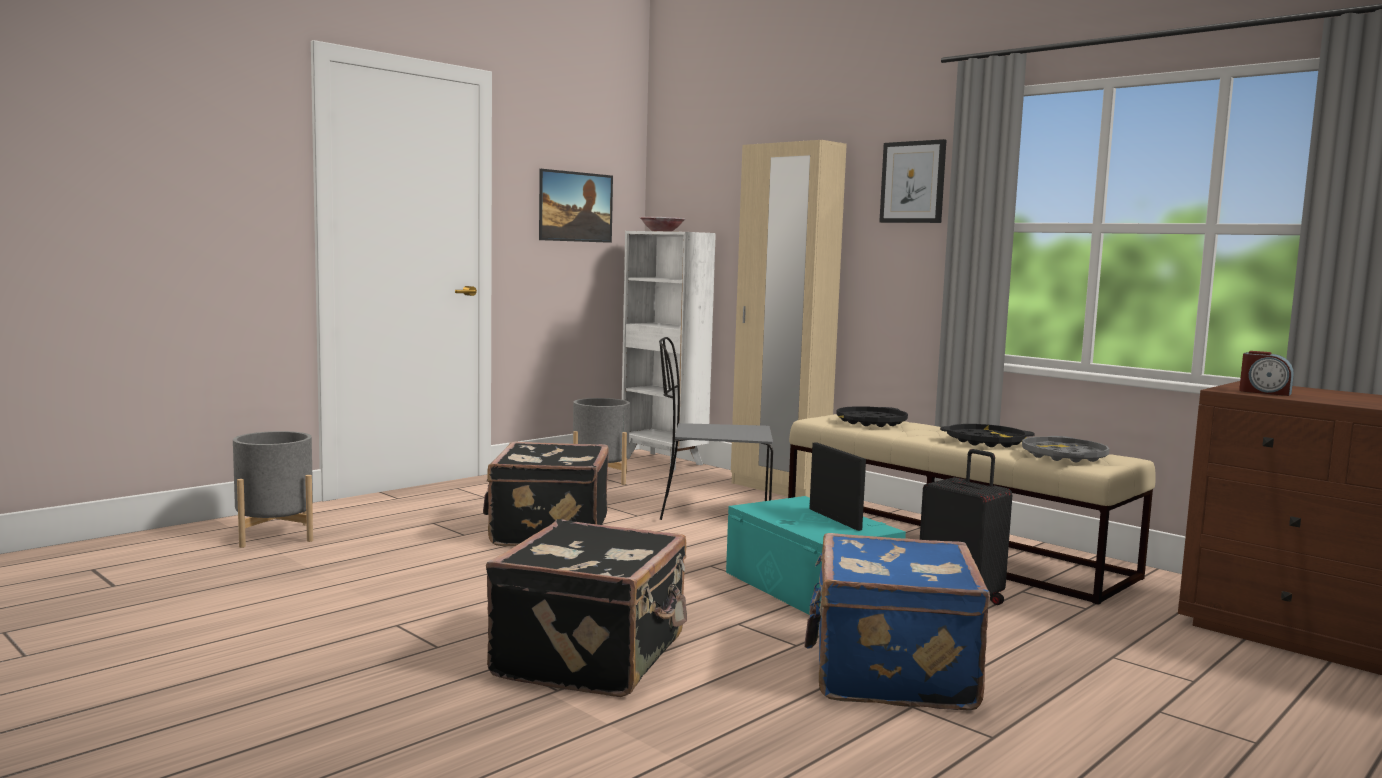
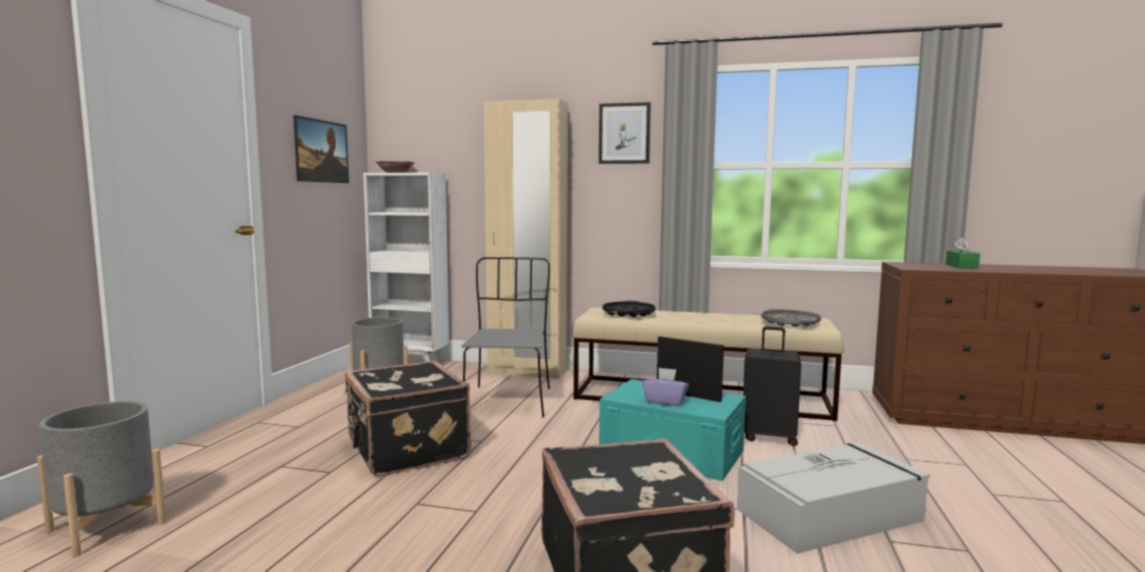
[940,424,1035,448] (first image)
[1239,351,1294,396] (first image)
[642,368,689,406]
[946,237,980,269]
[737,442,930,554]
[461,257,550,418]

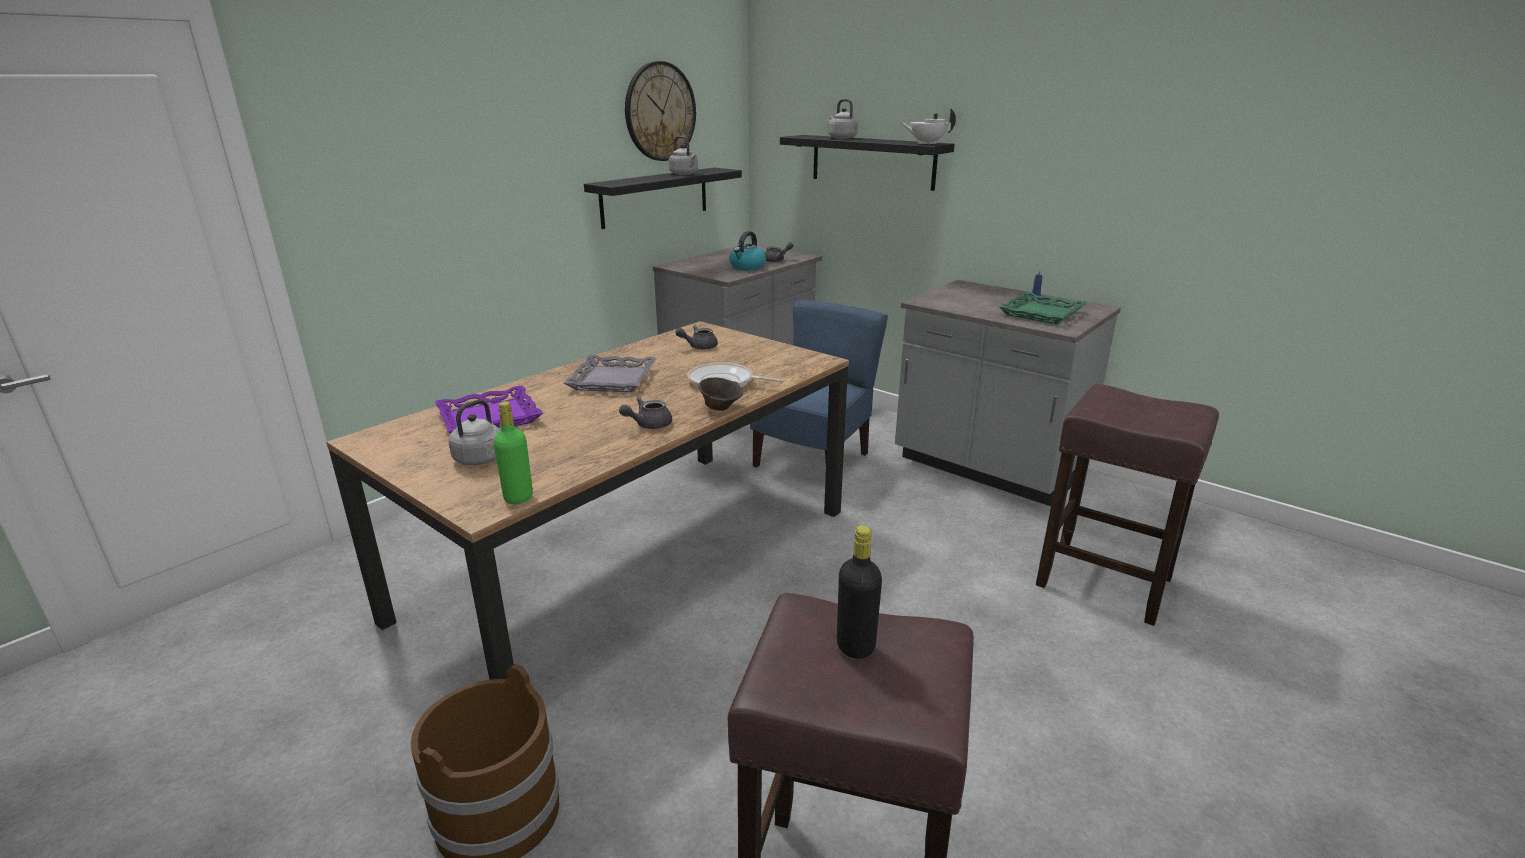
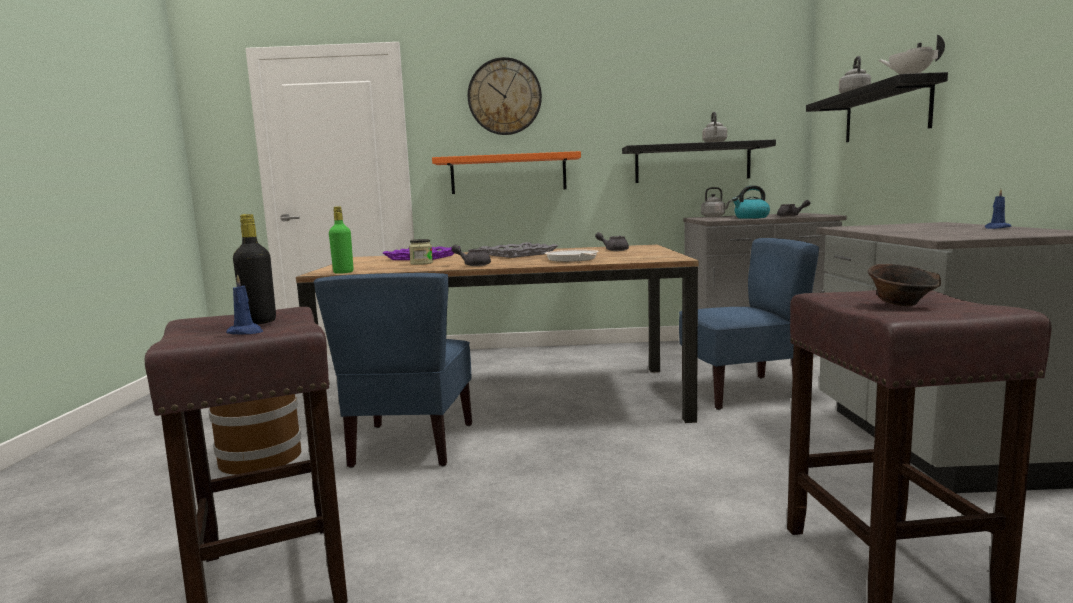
[999,292,1087,324] (first image)
[226,274,263,334]
[314,273,472,468]
[409,239,433,265]
[432,151,581,194]
[701,187,732,217]
[468,57,542,135]
[868,264,941,306]

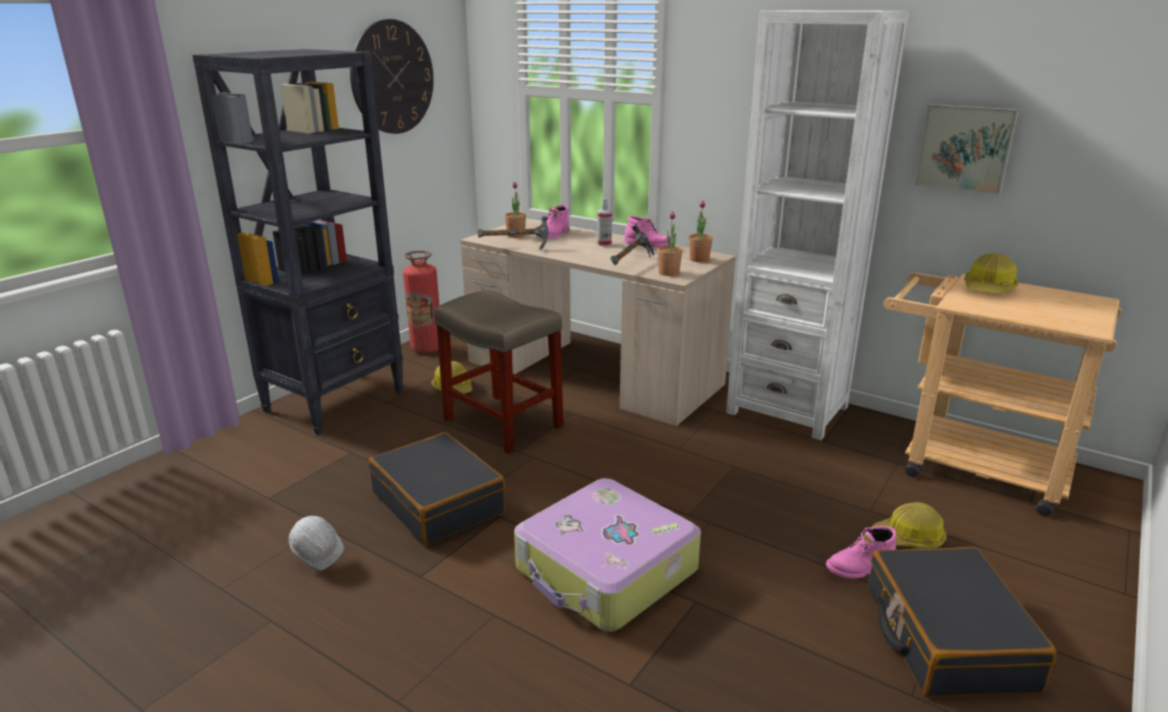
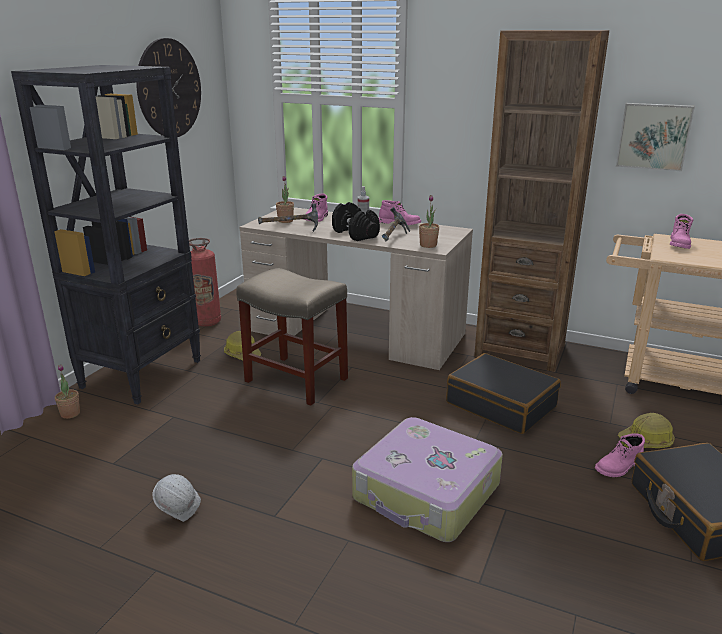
[332,202,380,241]
[446,353,561,434]
[55,364,80,419]
[670,214,693,249]
[474,30,609,372]

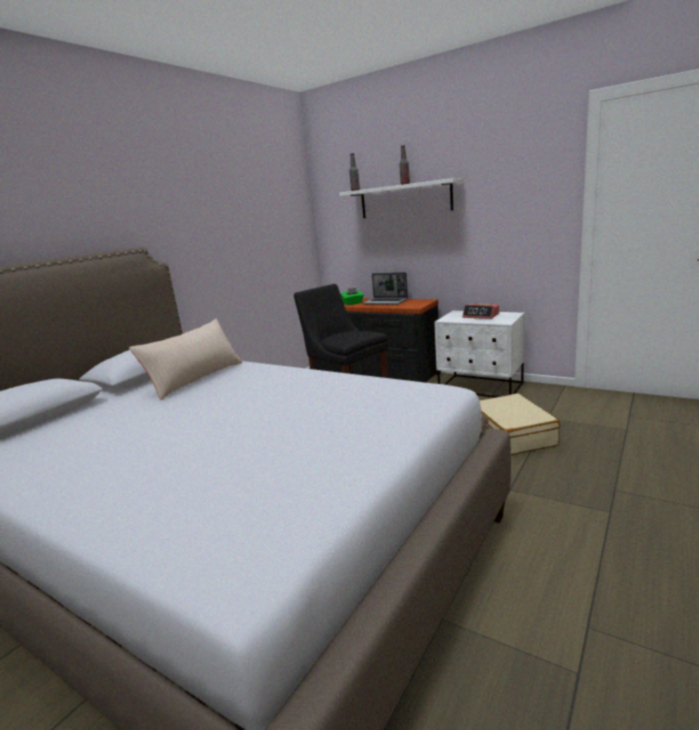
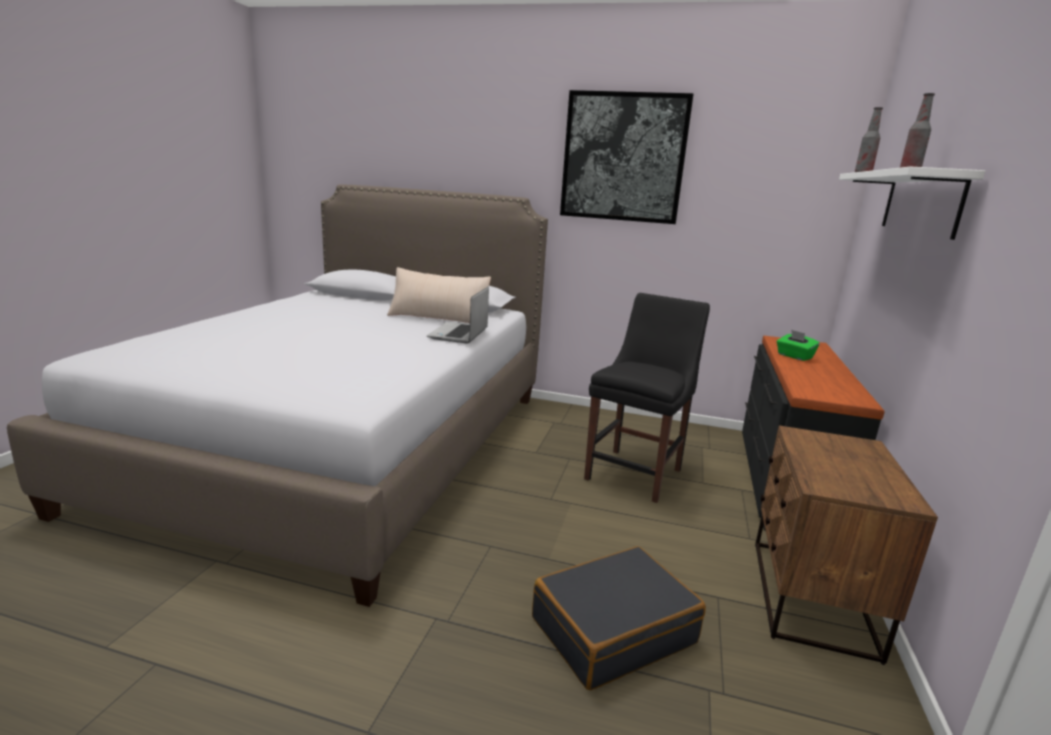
[463,304,499,319] (first image)
[560,90,694,224]
[427,286,489,344]
[755,425,938,665]
[532,546,706,690]

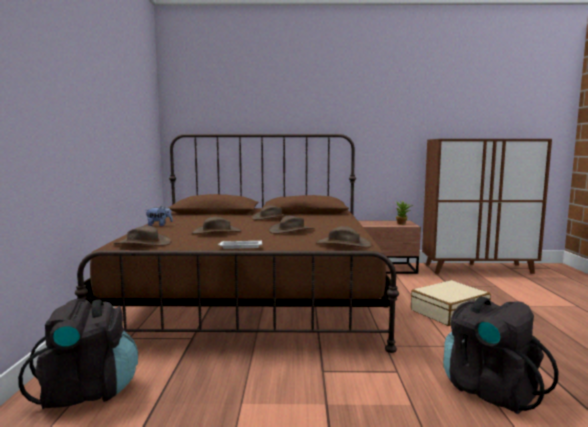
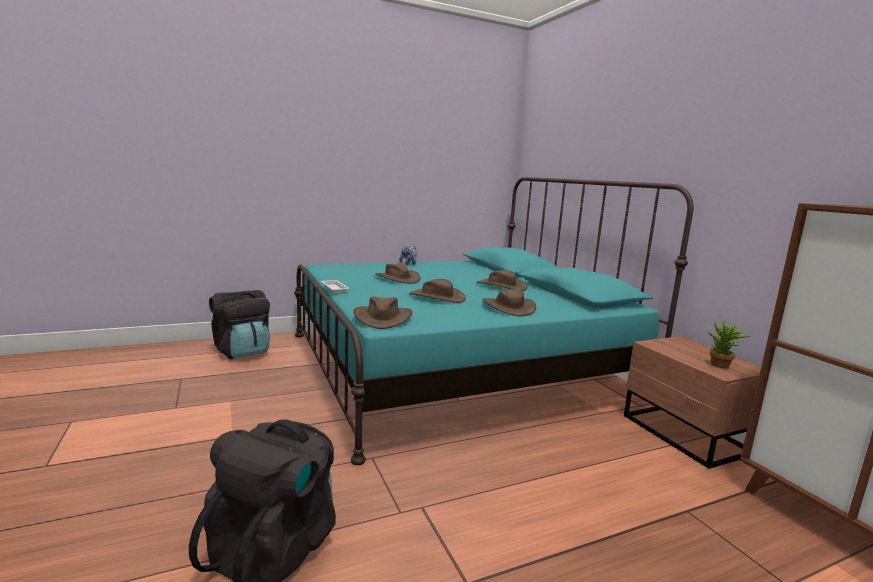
[411,280,491,326] (first image)
[483,289,536,316]
[294,177,693,465]

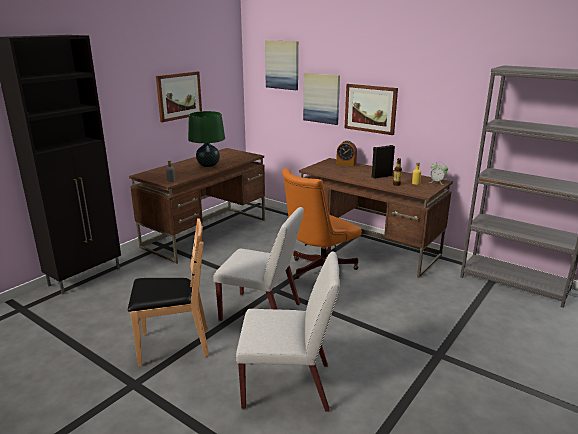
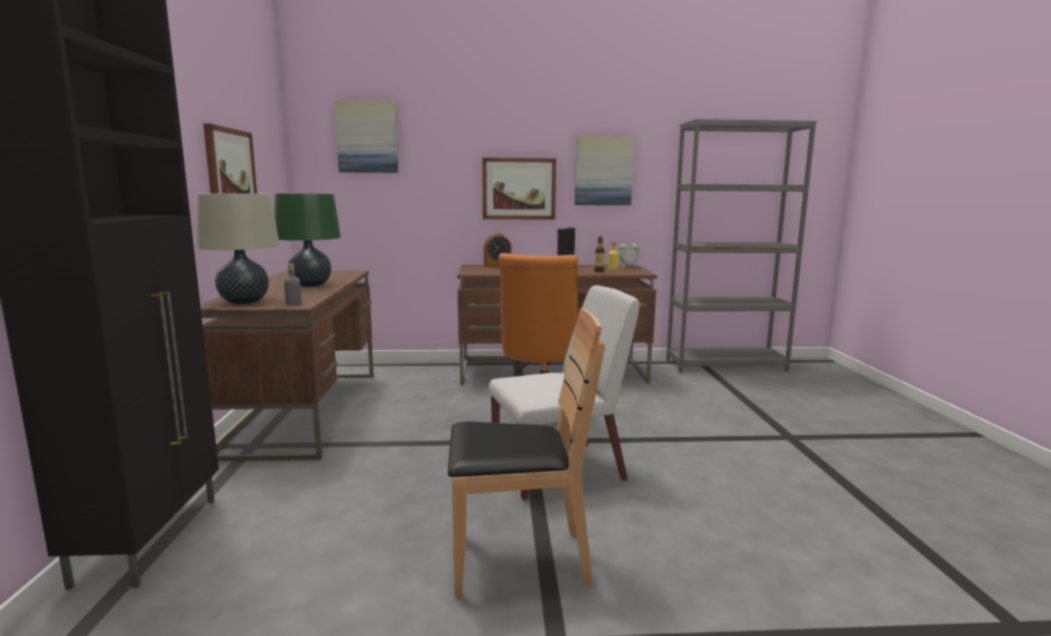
[236,251,340,412] (first image)
[196,194,280,304]
[575,136,634,205]
[448,308,605,598]

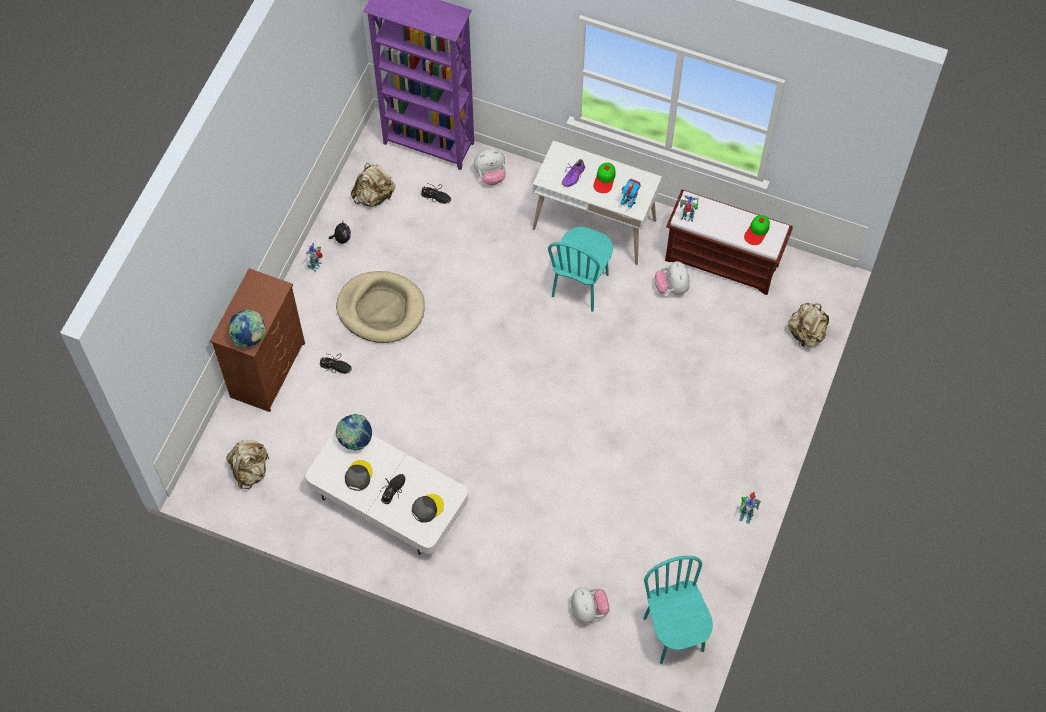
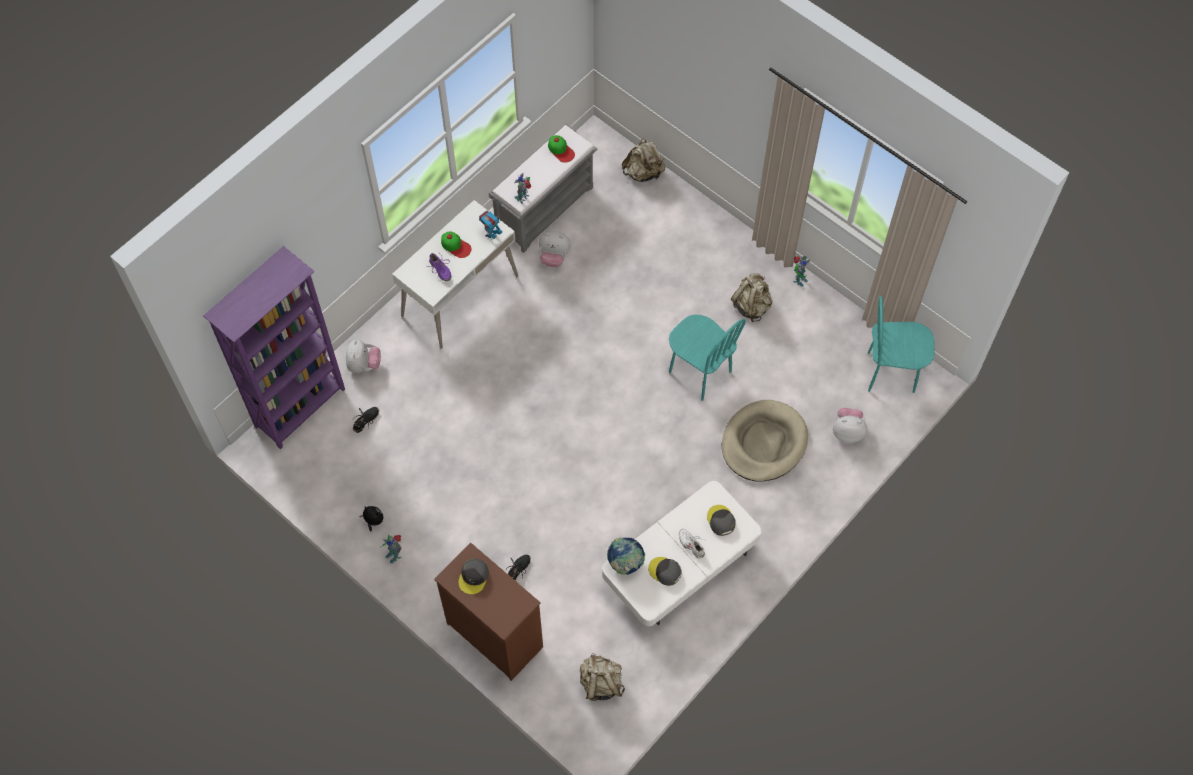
[228,310,266,347] (first image)
[458,558,489,595]
[722,400,808,482]
[731,274,772,322]
[669,315,746,401]
[679,529,705,559]
[489,124,597,253]

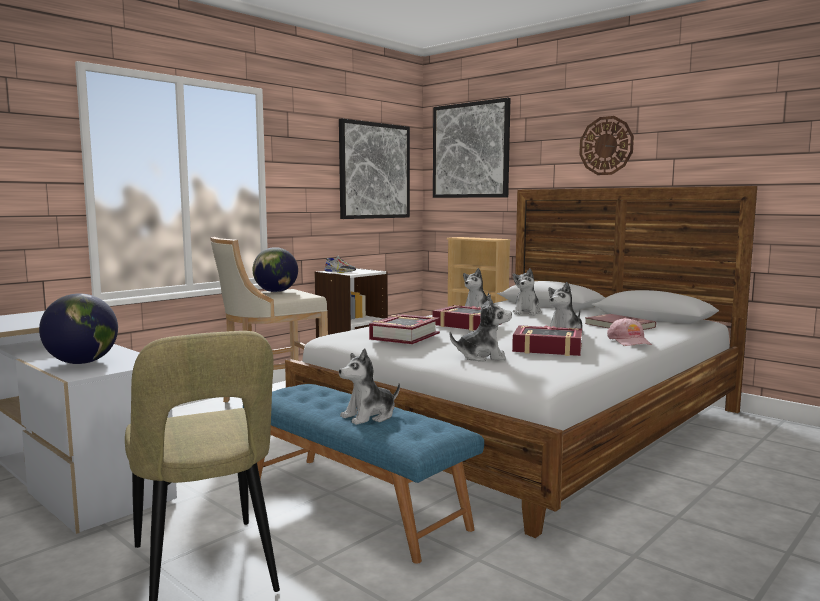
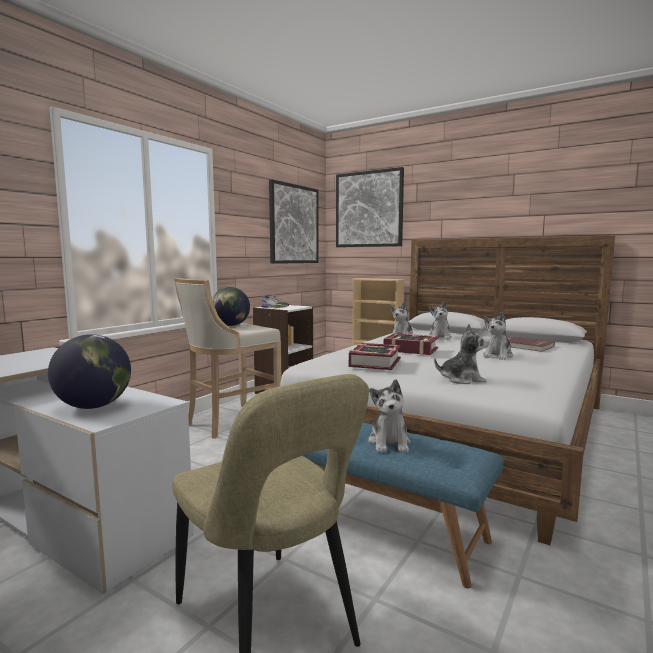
[512,326,582,356] (first image)
[579,116,634,175] (first image)
[607,317,652,346] (first image)
[368,379,411,452]

